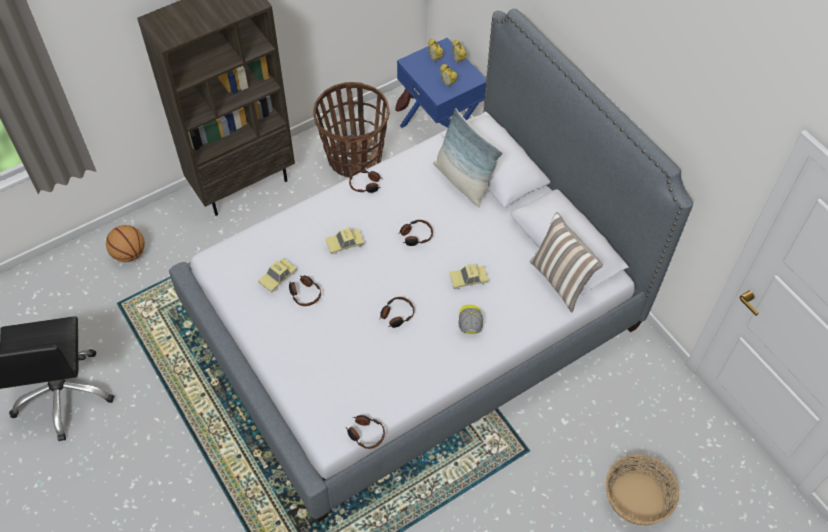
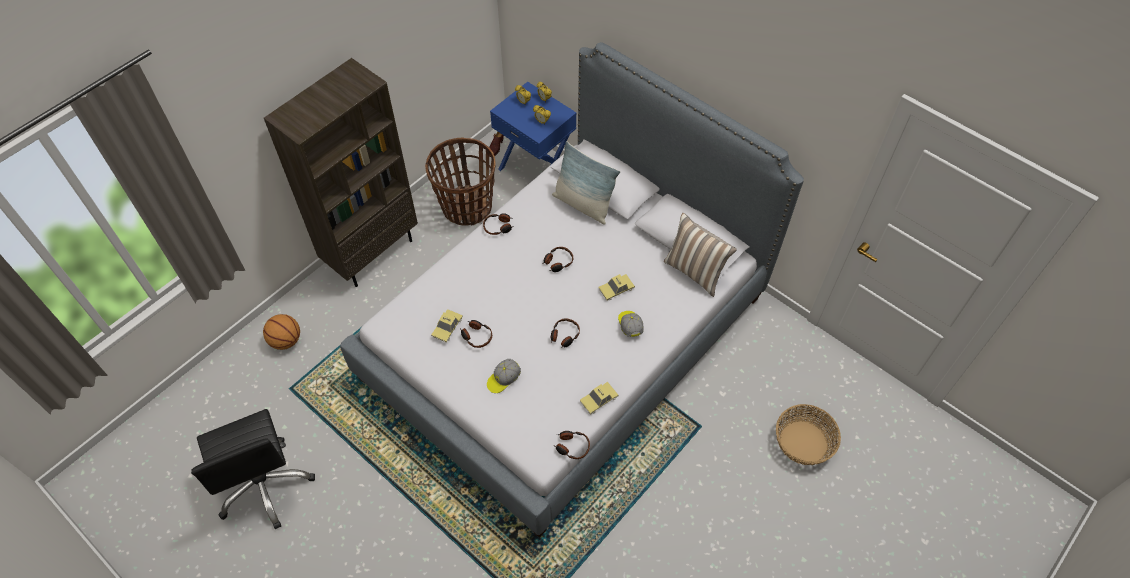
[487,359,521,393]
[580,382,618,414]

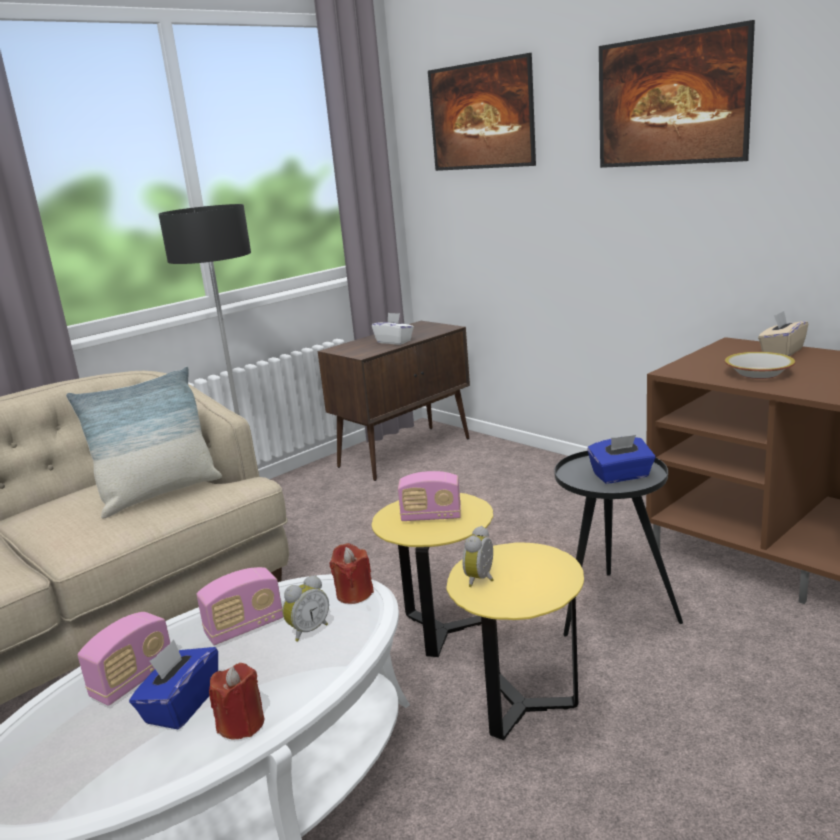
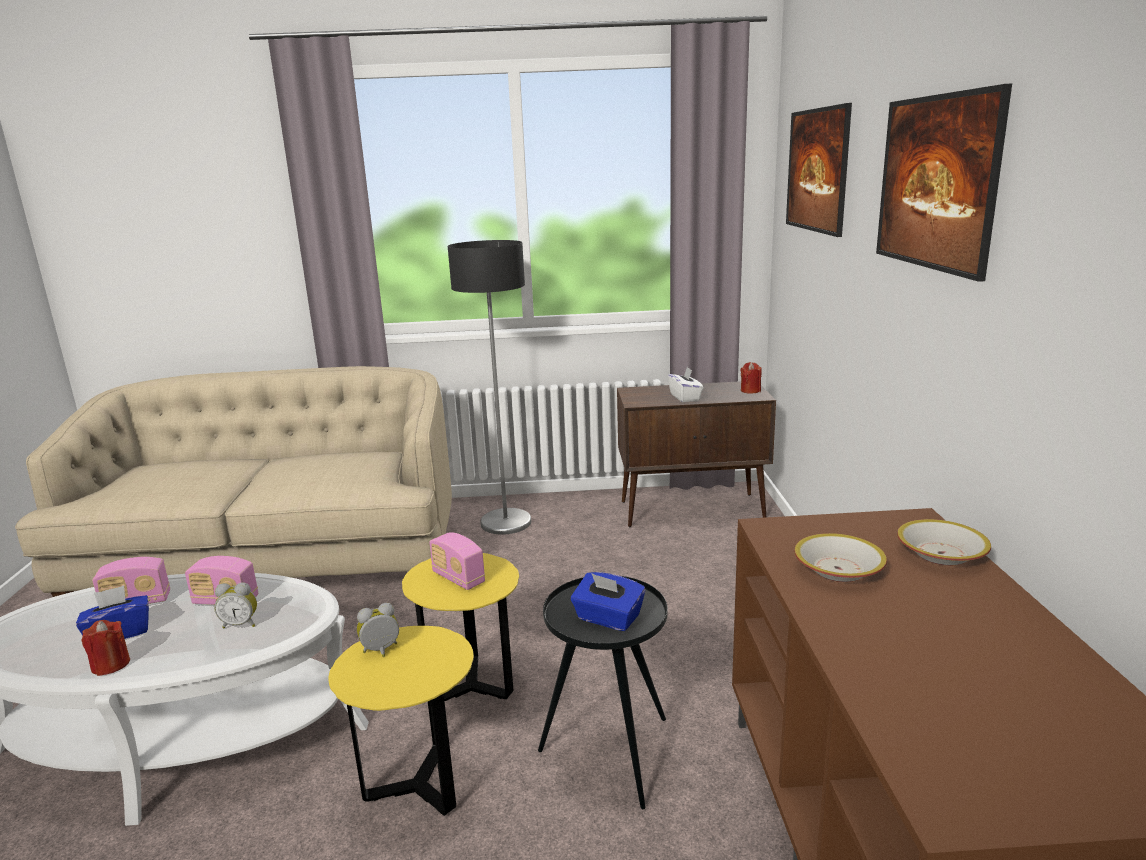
[66,367,222,519] (first image)
[741,362,762,393]
[897,519,991,565]

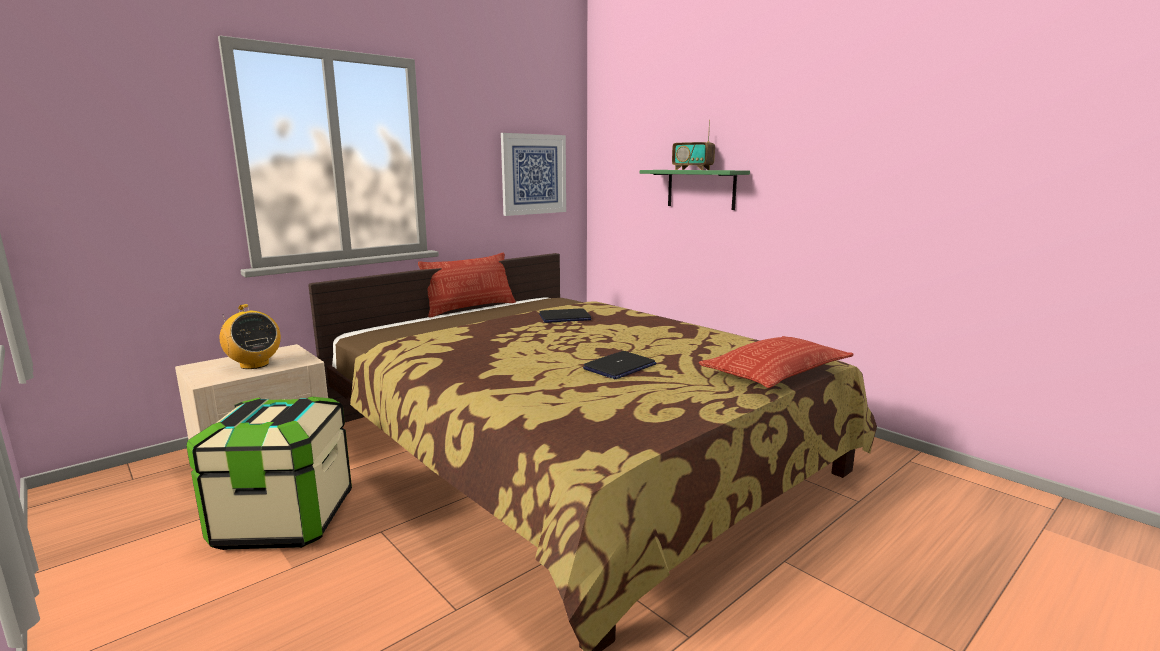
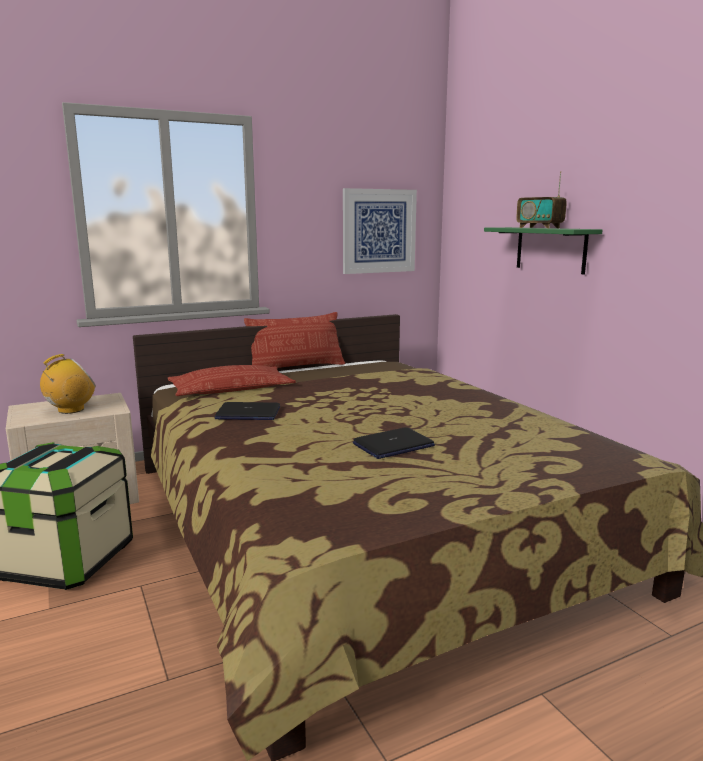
[214,402,280,420]
[168,365,296,396]
[40,354,96,414]

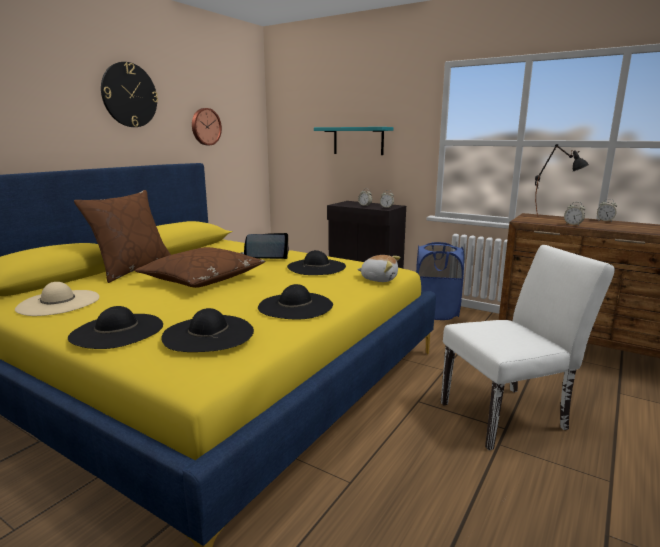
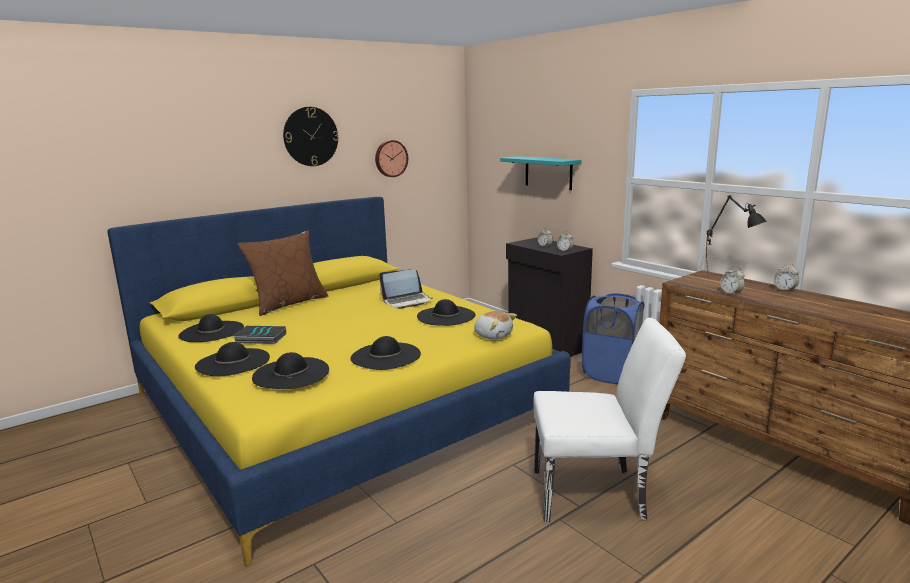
[135,247,265,288] (first image)
[233,326,286,344]
[178,314,244,342]
[379,269,432,309]

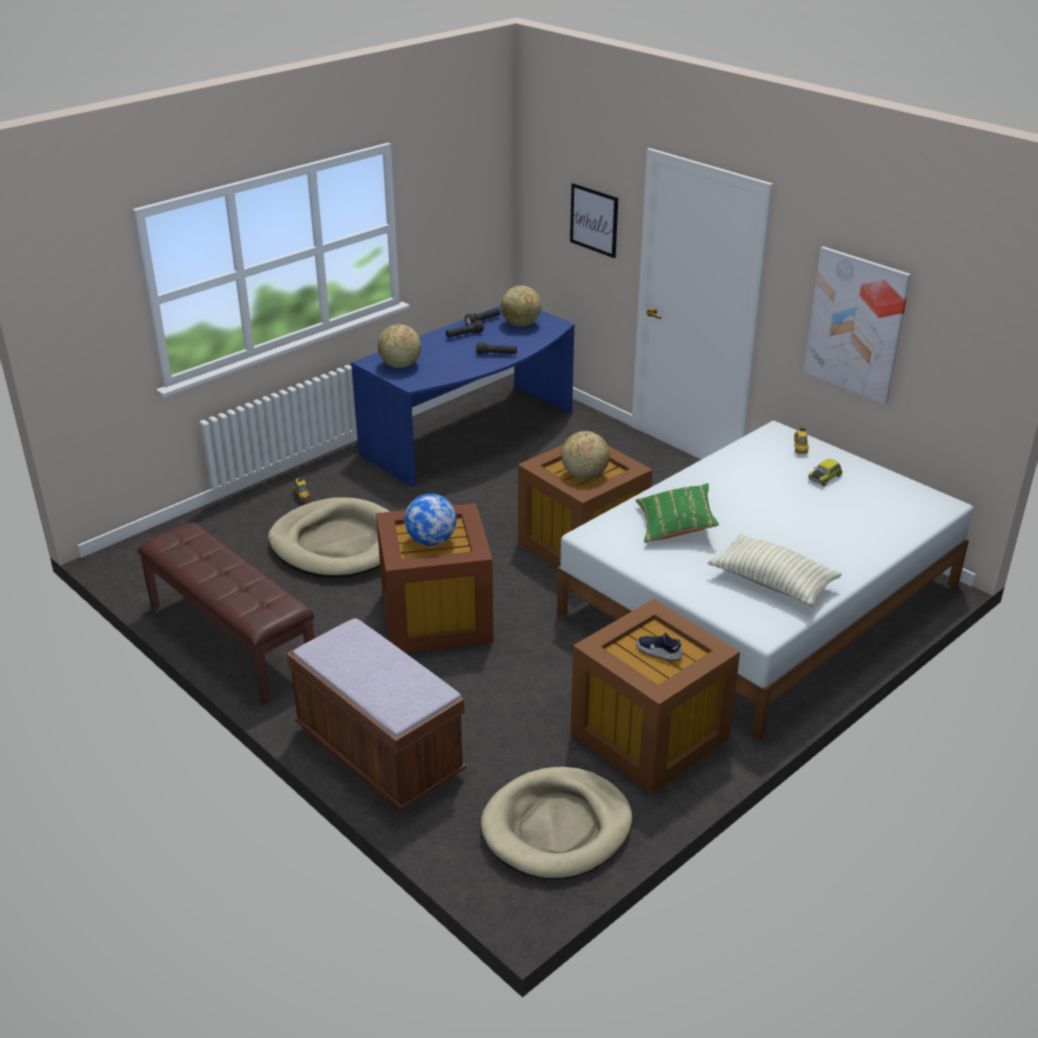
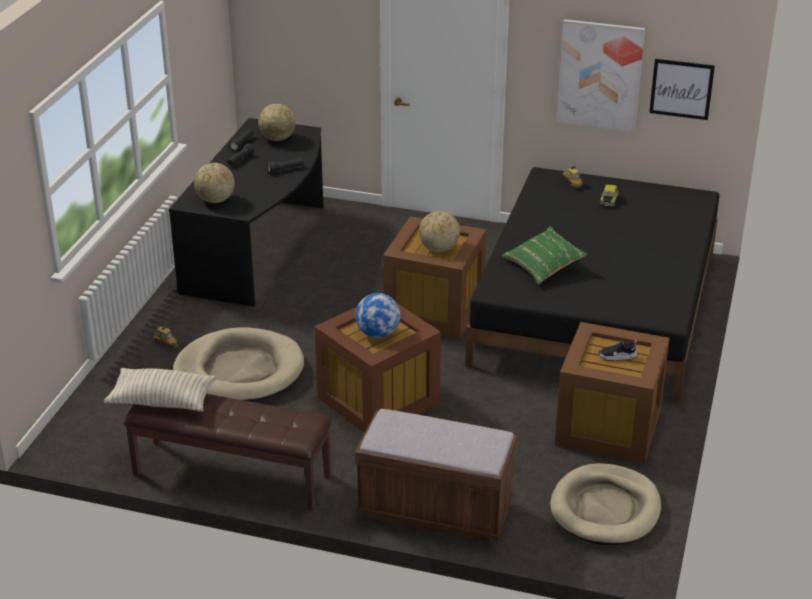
[649,59,715,120]
[104,368,216,412]
[169,118,323,307]
[465,167,720,404]

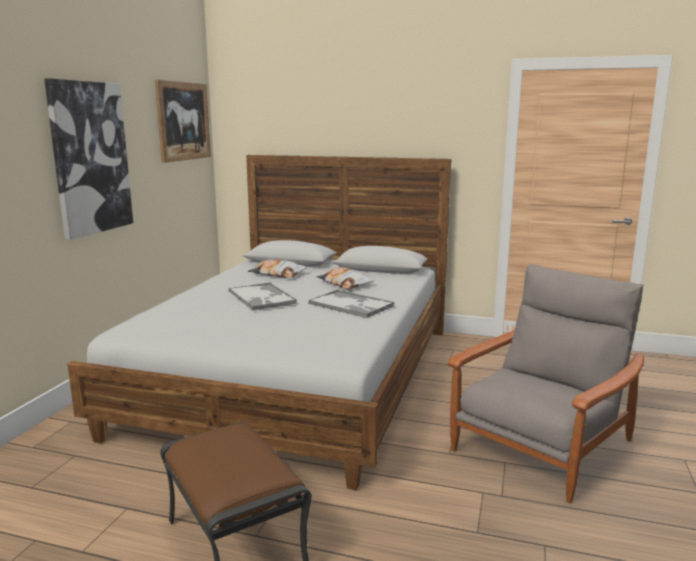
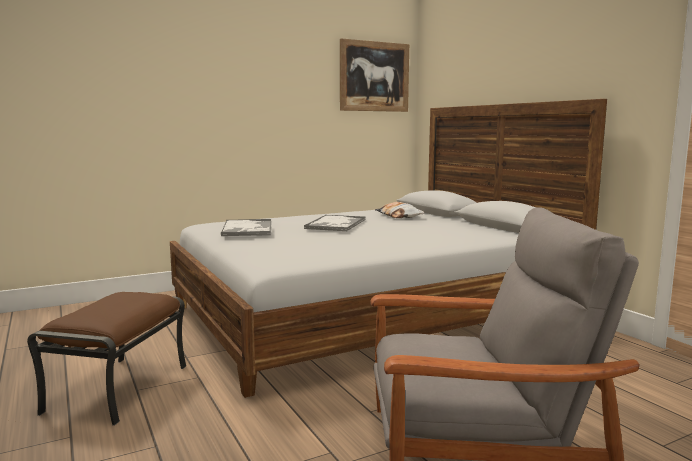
[44,78,133,240] (first image)
[317,267,375,289] (first image)
[220,219,271,236]

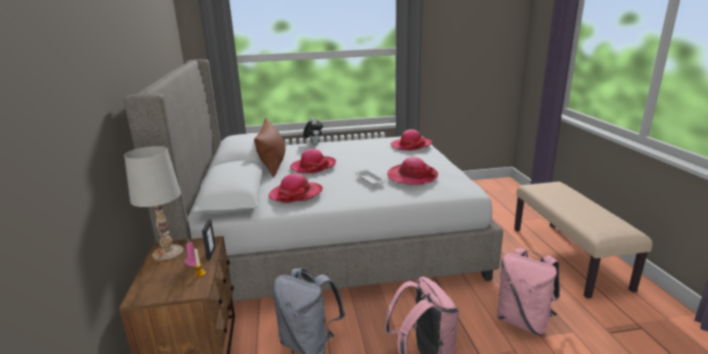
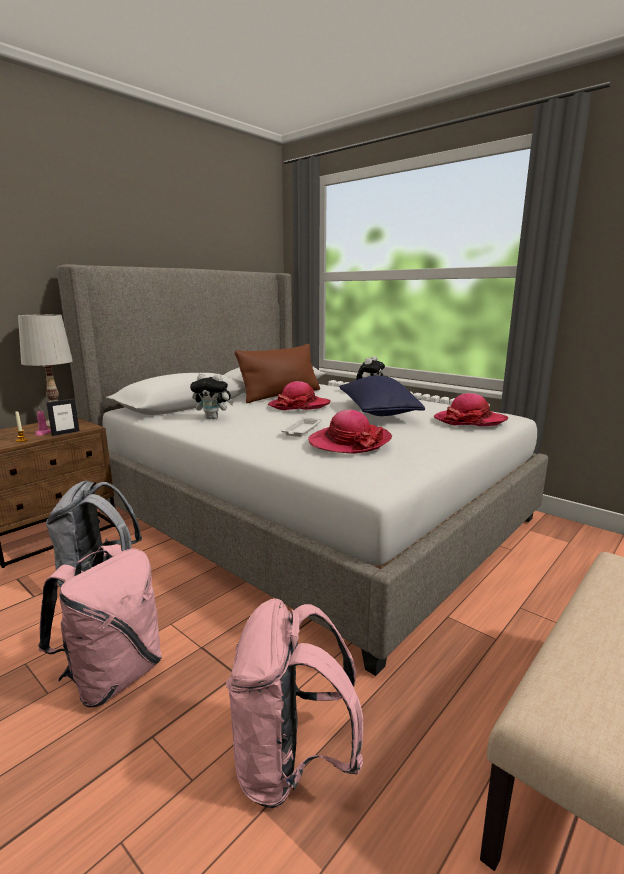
[339,376,425,416]
[190,373,234,419]

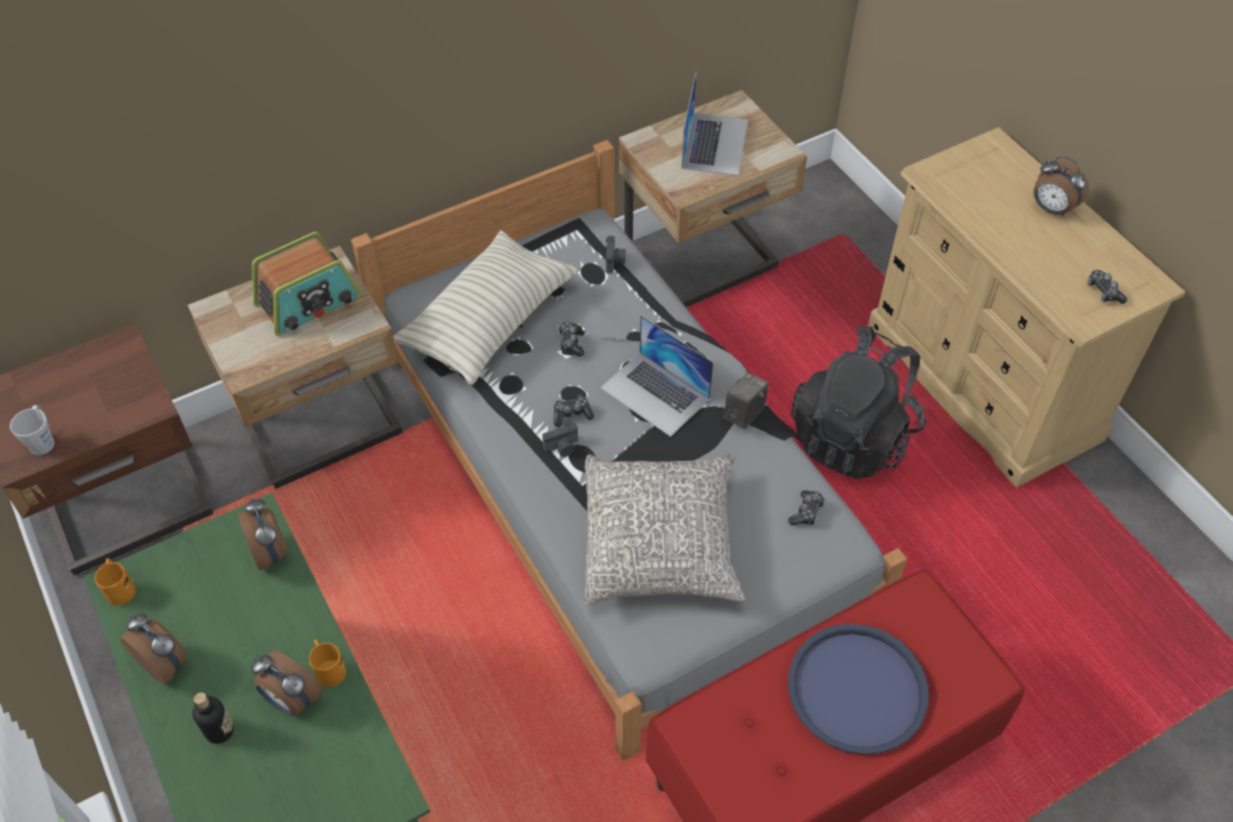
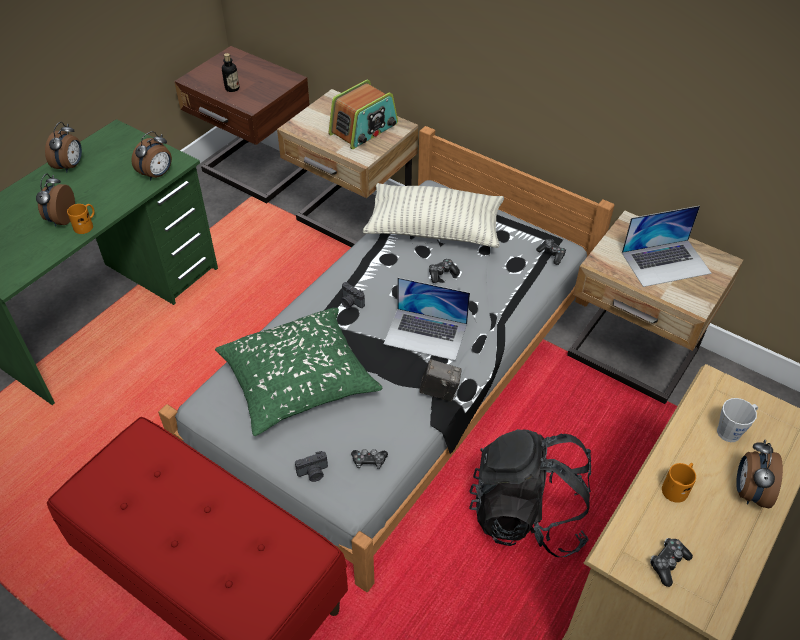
[788,624,929,755] (first image)
[717,398,758,442]
[662,463,696,503]
[222,53,239,92]
[536,239,566,265]
[295,451,328,482]
[215,308,382,436]
[328,80,398,149]
[384,278,470,361]

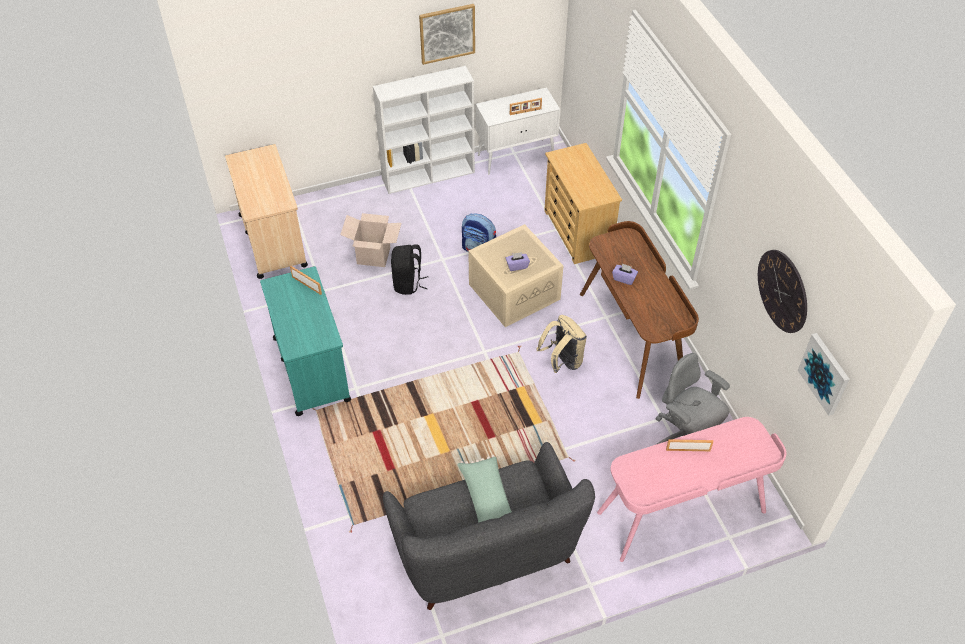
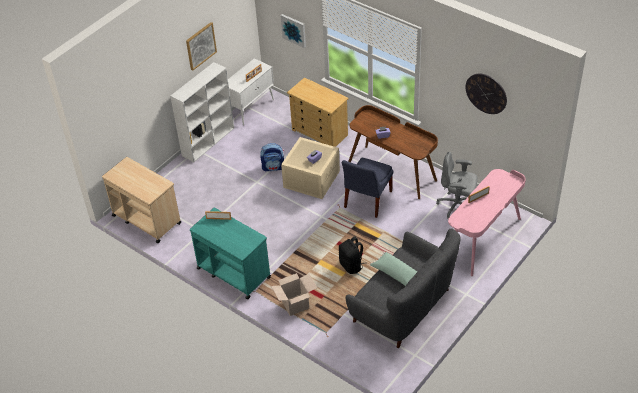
[271,273,317,316]
[339,236,365,274]
[281,14,306,48]
[342,158,393,218]

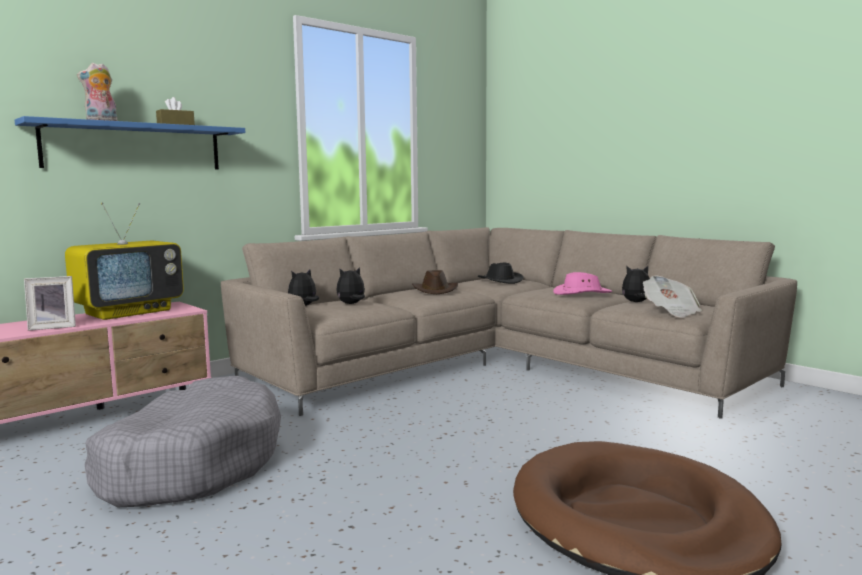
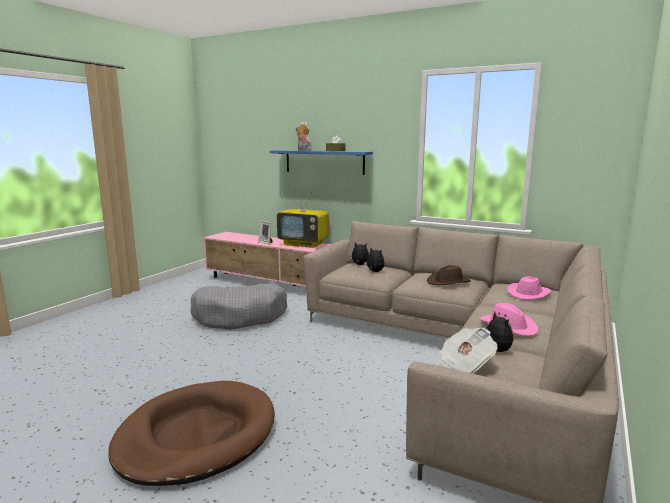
[507,276,552,300]

